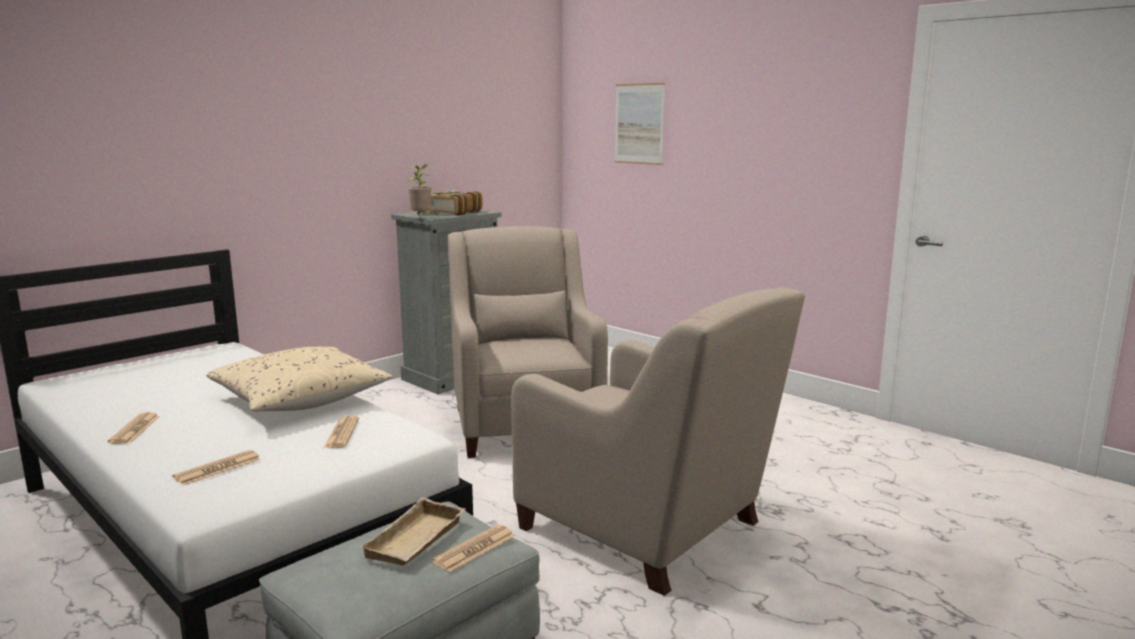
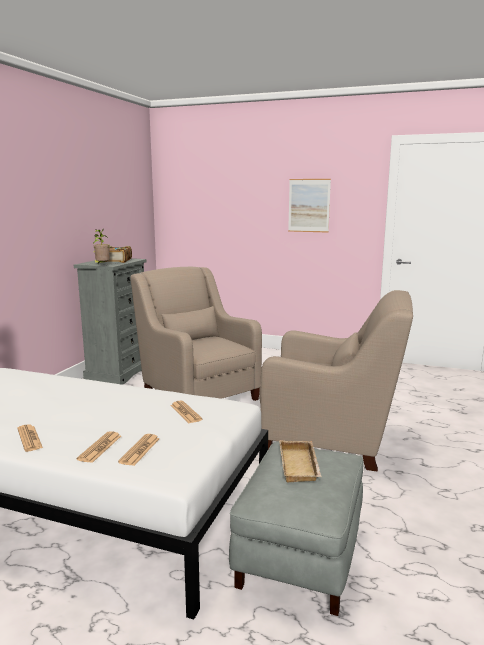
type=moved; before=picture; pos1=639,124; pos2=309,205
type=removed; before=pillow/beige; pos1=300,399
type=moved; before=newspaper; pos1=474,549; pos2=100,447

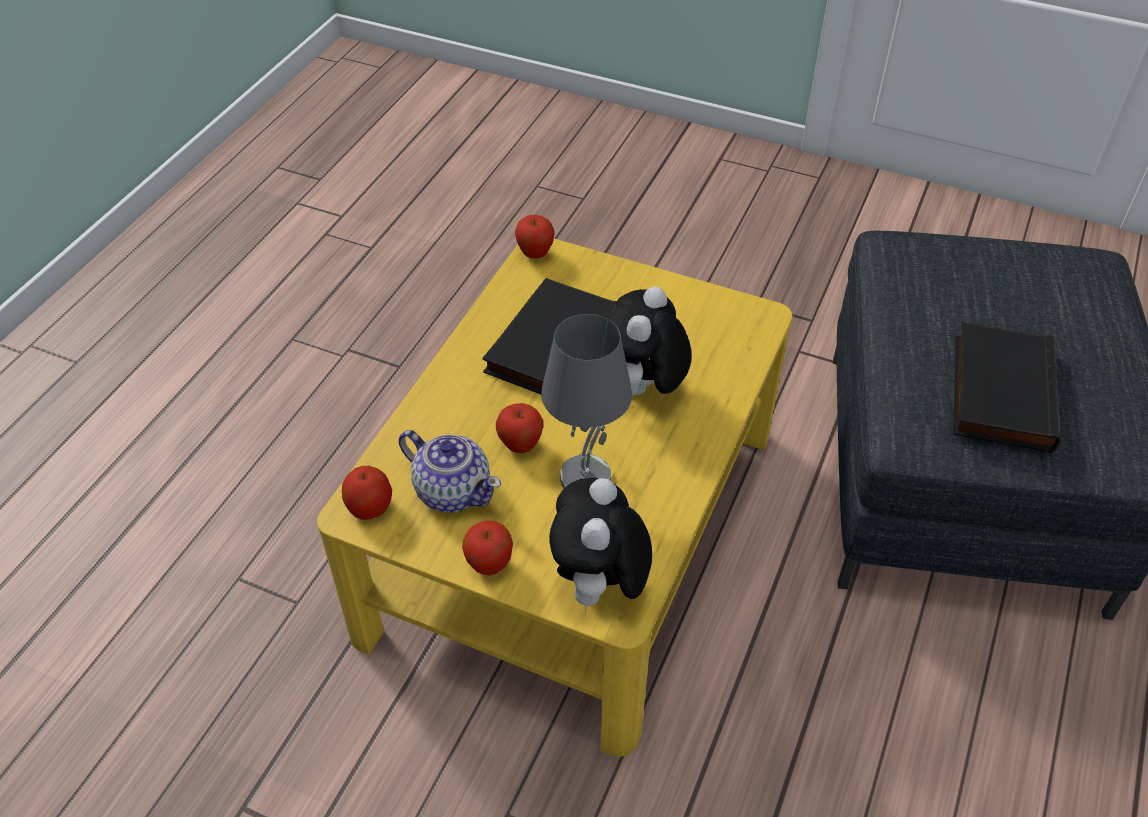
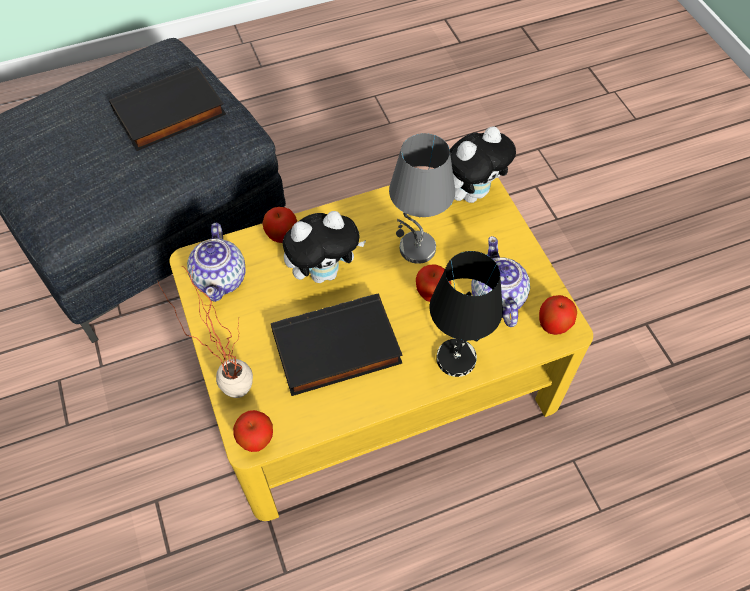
type=moved; before=apple; pos1=489,565; pos2=282,237
type=added; after=teapot; pos2=221,278
type=added; after=table lamp/black; pos2=457,357
type=added; after=potted plant; pos2=230,383

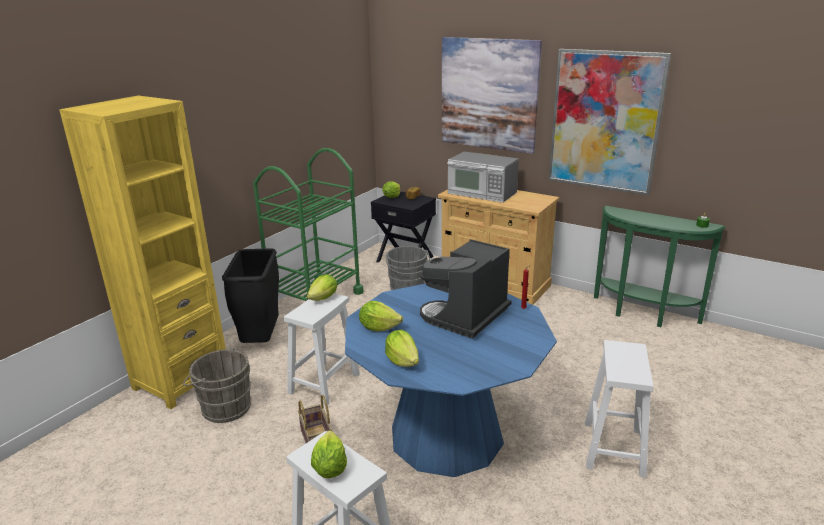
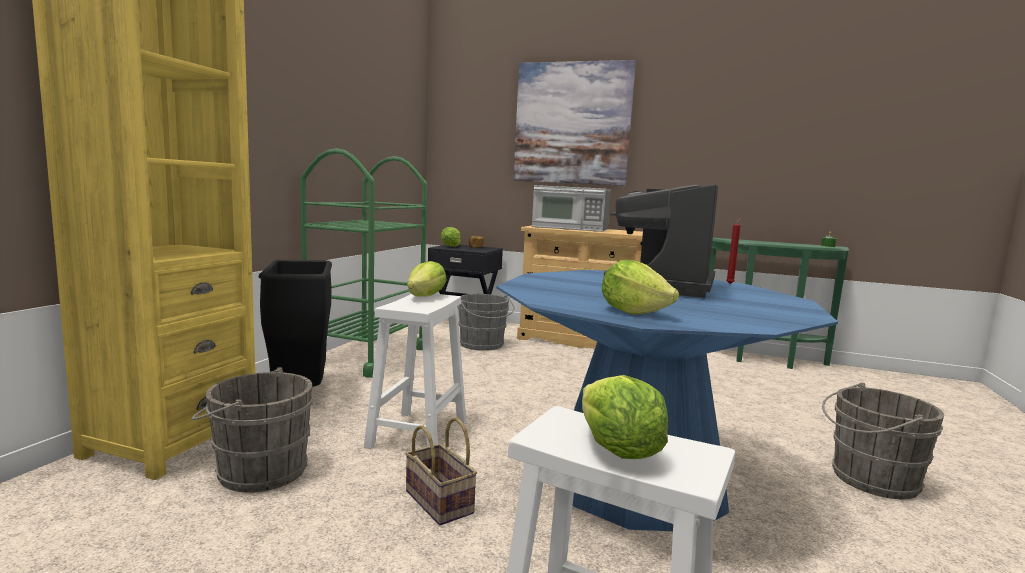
type=removed; before=picture; pos1=605,121
type=removed; before=lettuce; pos1=379,327
type=replaced; before=stool/white; after=bucket/grey; pos1=614,449; pos2=869,479

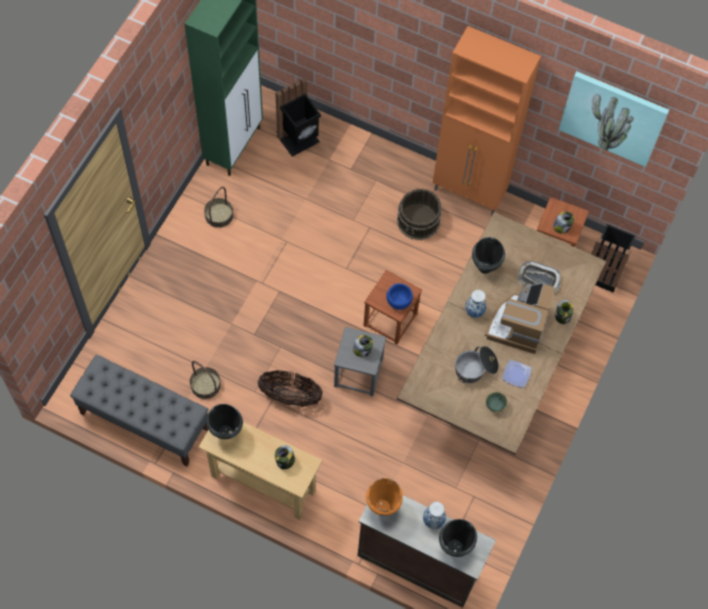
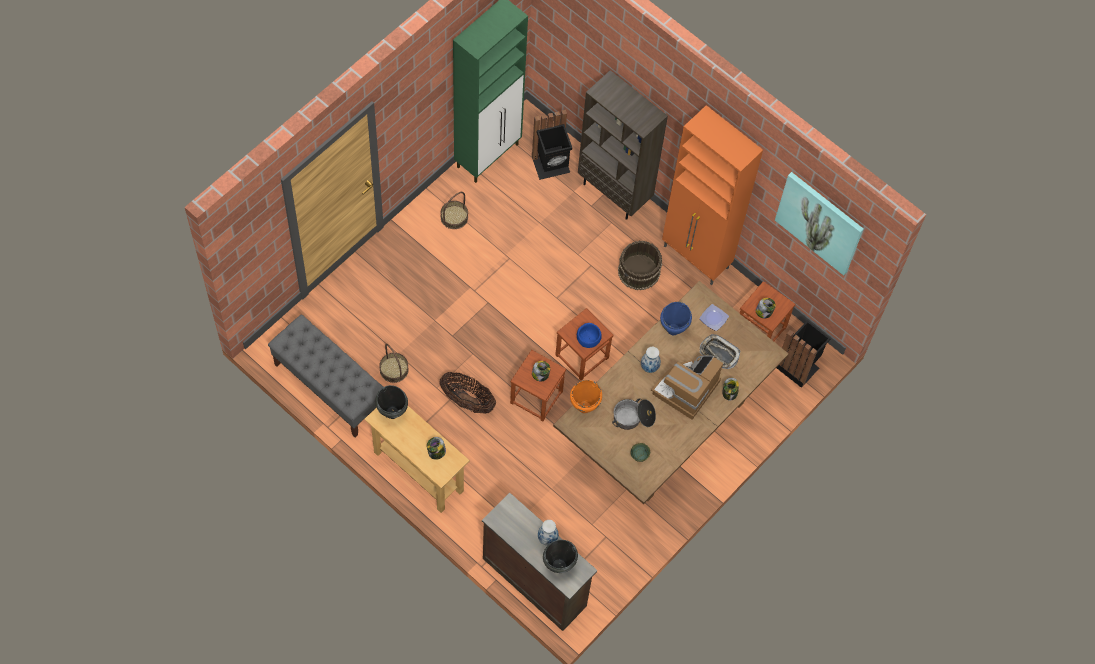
type=recoloured; before=cooking pot/black; after=cooking pot/blue; pos1=485,267; pos2=673,329
type=recoloured; before=stool/grey; after=stool/brown; pos1=358,373; pos2=536,397
type=moved; before=plate; pos1=517,374; pos2=714,318
type=moved; before=cooking pot/orange; pos1=382,507; pos2=584,407
type=added; after=bookcase/brown; pos2=615,193

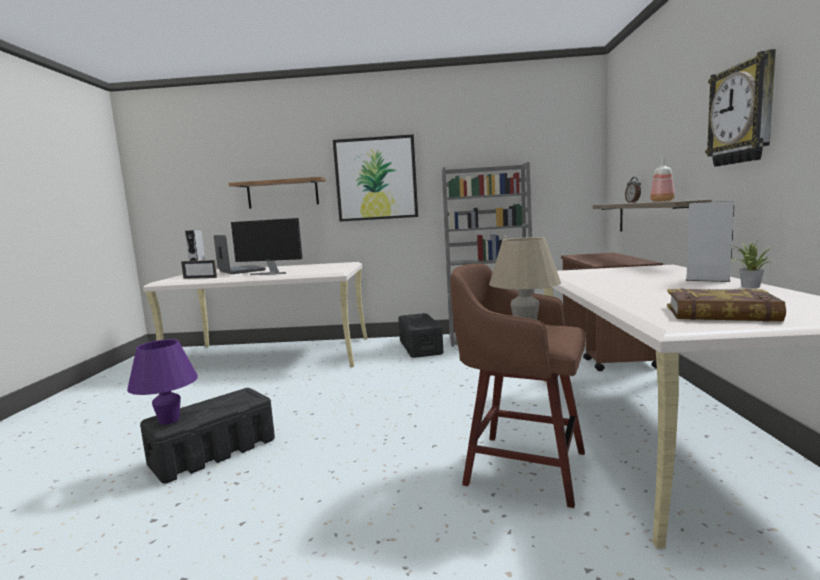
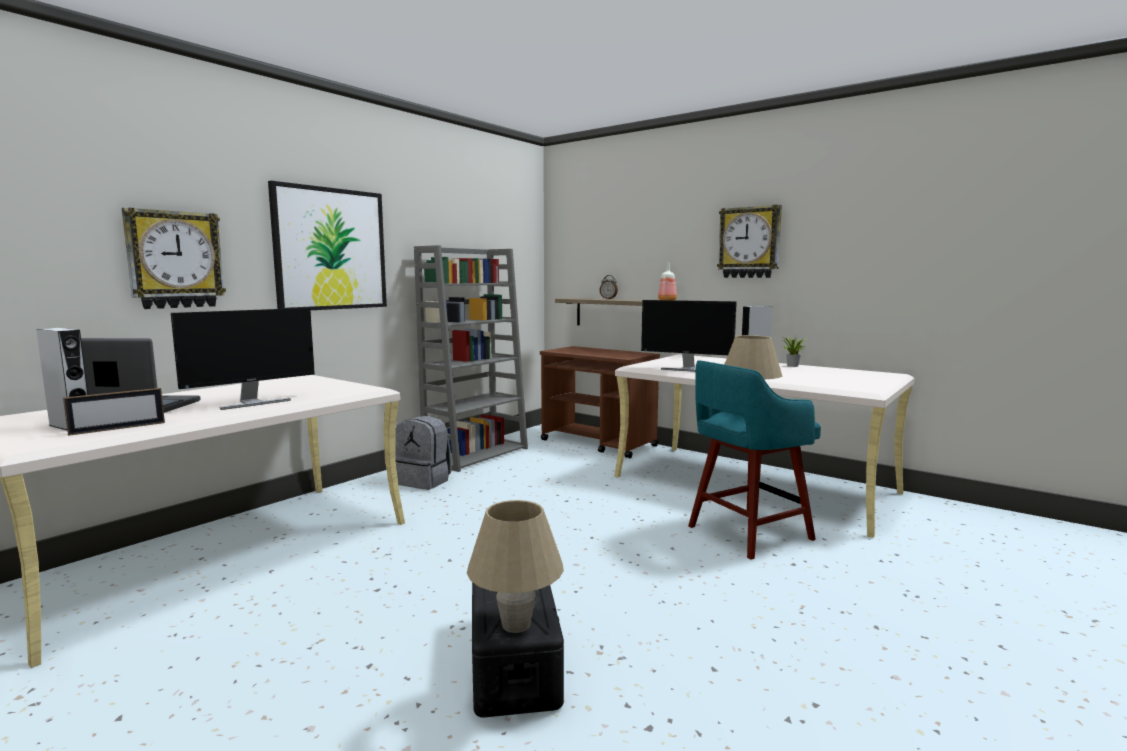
type=replaced; before=shelf; after=wall clock; pos1=282,193; pos2=175,260
type=recoloured; before=stool/brown; after=stool/turquoise; pos1=521,467; pos2=746,533
type=removed; before=book; pos1=720,313
type=replaced; before=storage box/black; after=backpack/grey; pos1=420,347; pos2=424,481
type=recoloured; before=table lamp/purple; after=table lamp/beige; pos1=169,420; pos2=516,624
type=added; after=monitor; pos2=686,369

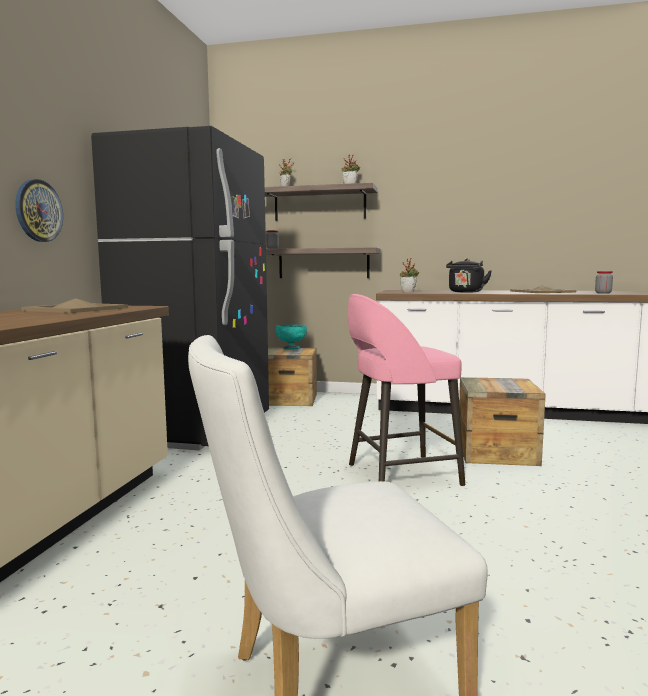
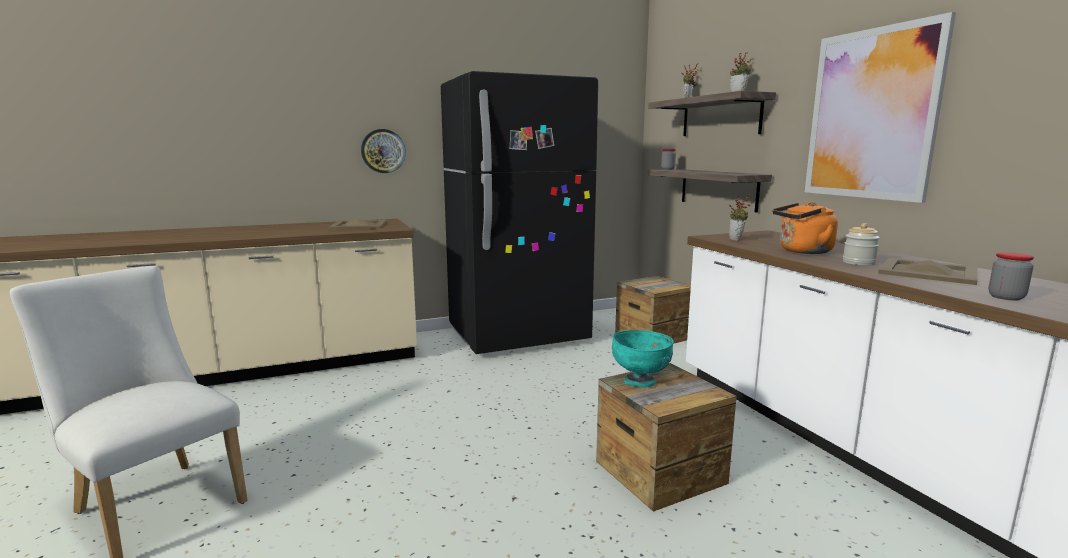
type=recoloured; before=kettle/black; after=kettle/orange; pos1=465,292; pos2=802,251
type=removed; before=stool/pink; pos1=400,475
type=moved; before=bowl/turquoise; pos1=291,349; pos2=640,382
type=added; after=picture; pos2=871,114
type=added; after=jar; pos2=858,263

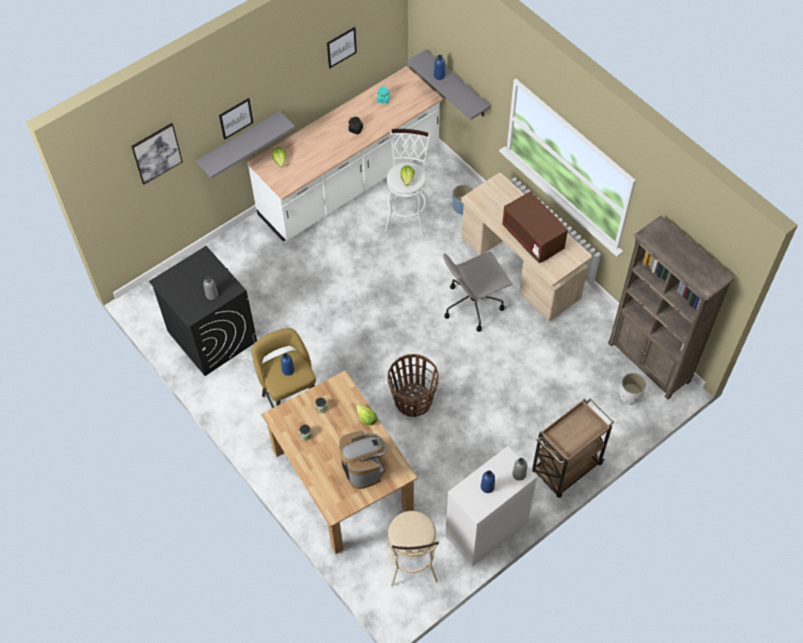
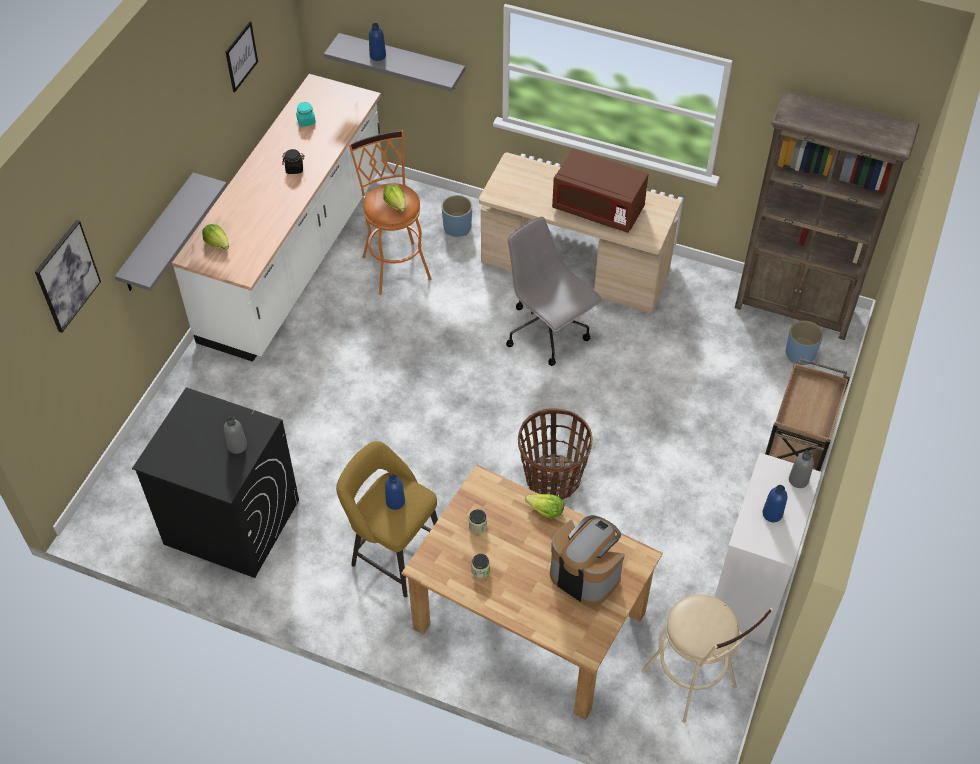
type=removed; before=picture; pos1=236,118
type=recoloured; before=stool/white; after=stool/orange; pos1=407,214; pos2=394,263
type=turned; before=office chair/grey; pos1=473,305; pos2=548,333; turn=105
type=recoloured; before=planter/white; after=planter/blue; pos1=630,395; pos2=800,354

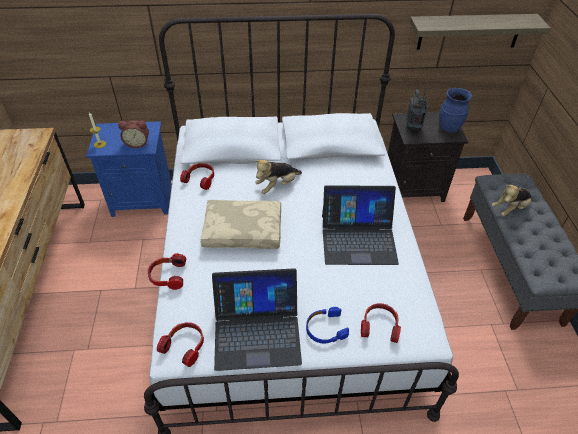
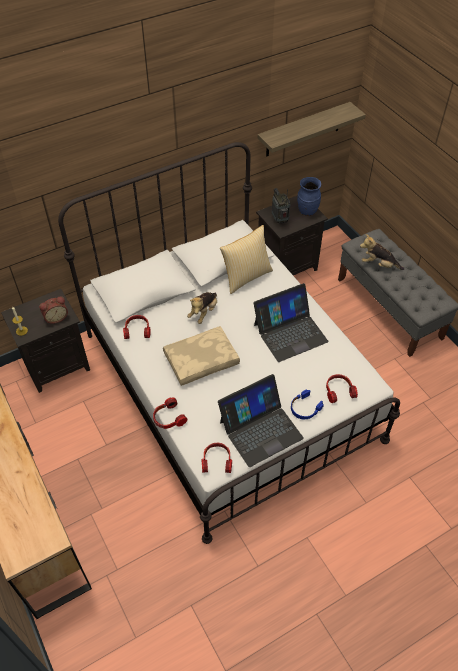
type=recoloured; before=nightstand/blue; after=nightstand/black; pos1=143,199; pos2=57,365
type=turned; before=plush toy; pos1=510,209; pos2=378,264; turn=75
type=added; after=pillow; pos2=246,276

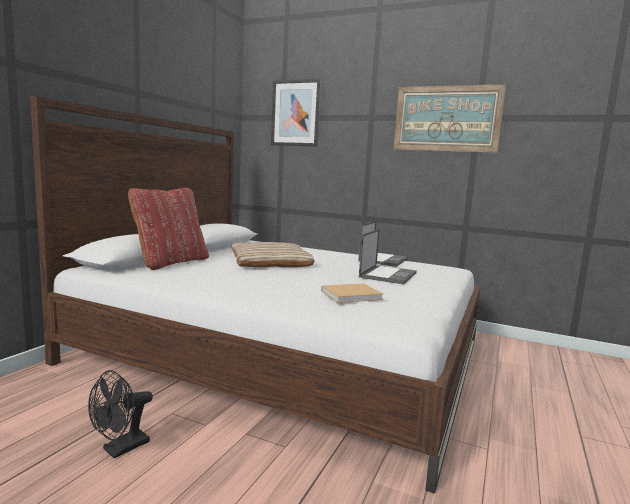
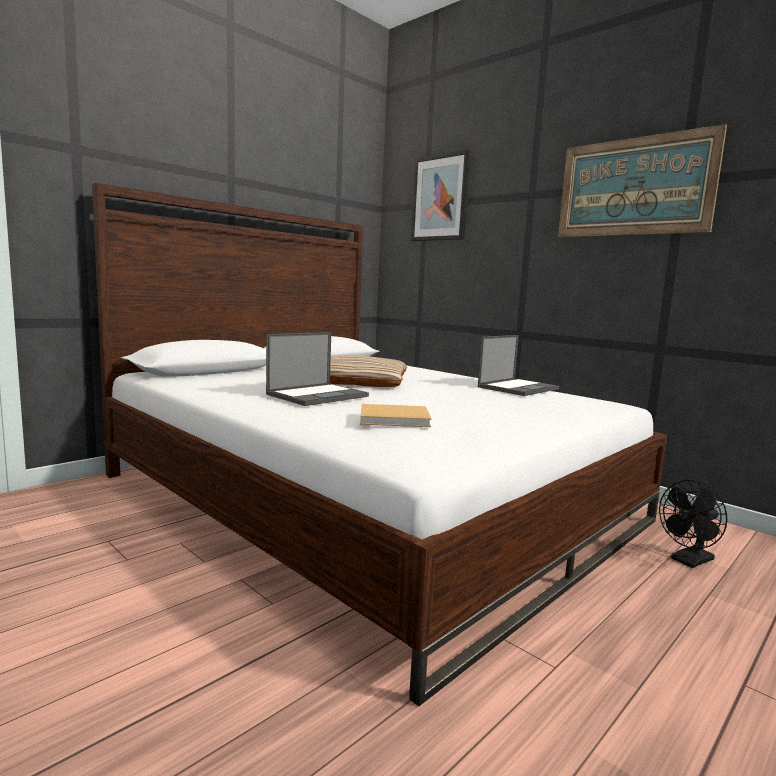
type=removed; before=pillow/red; pos1=171,262
type=moved; before=laptop; pos1=388,275; pos2=318,395
type=moved; before=fan/black; pos1=120,449; pos2=689,561

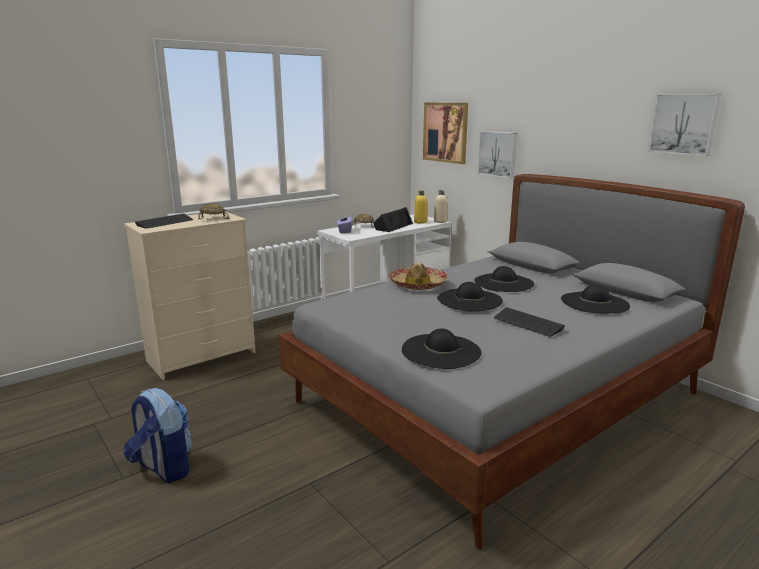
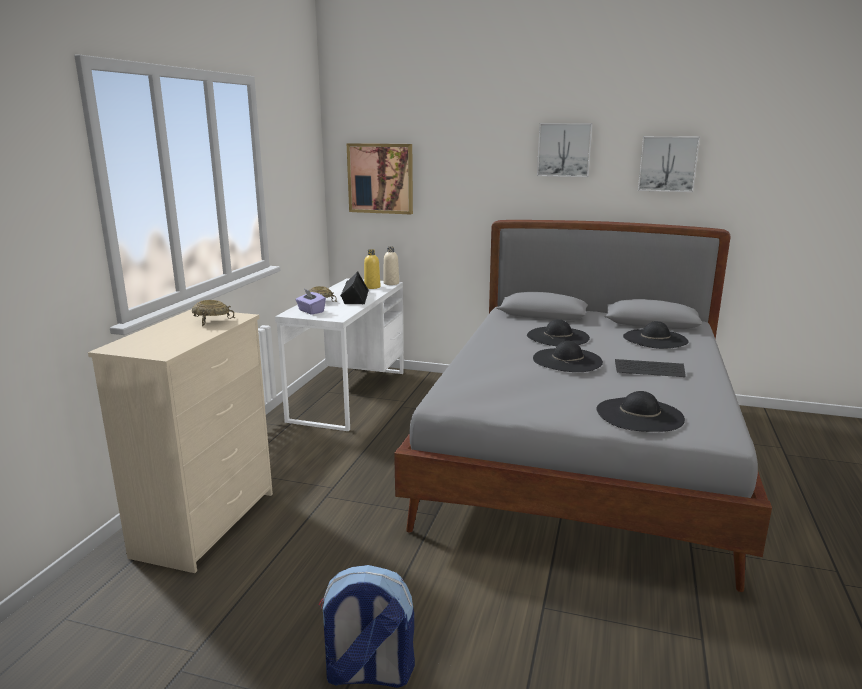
type=moved; before=picture; pos1=498,154; pos2=564,150
type=removed; before=keyboard; pos1=165,222
type=removed; before=hat; pos1=418,284

